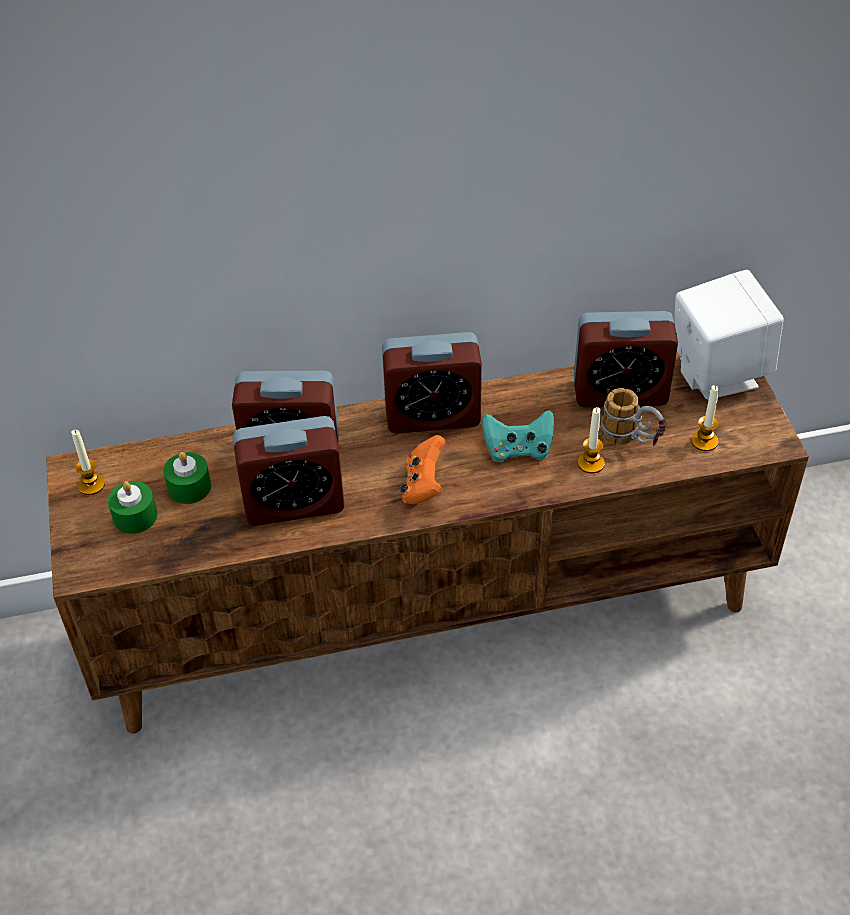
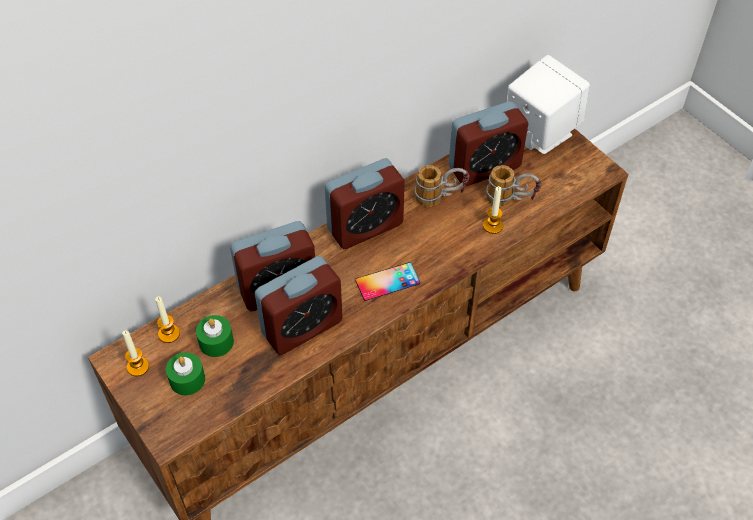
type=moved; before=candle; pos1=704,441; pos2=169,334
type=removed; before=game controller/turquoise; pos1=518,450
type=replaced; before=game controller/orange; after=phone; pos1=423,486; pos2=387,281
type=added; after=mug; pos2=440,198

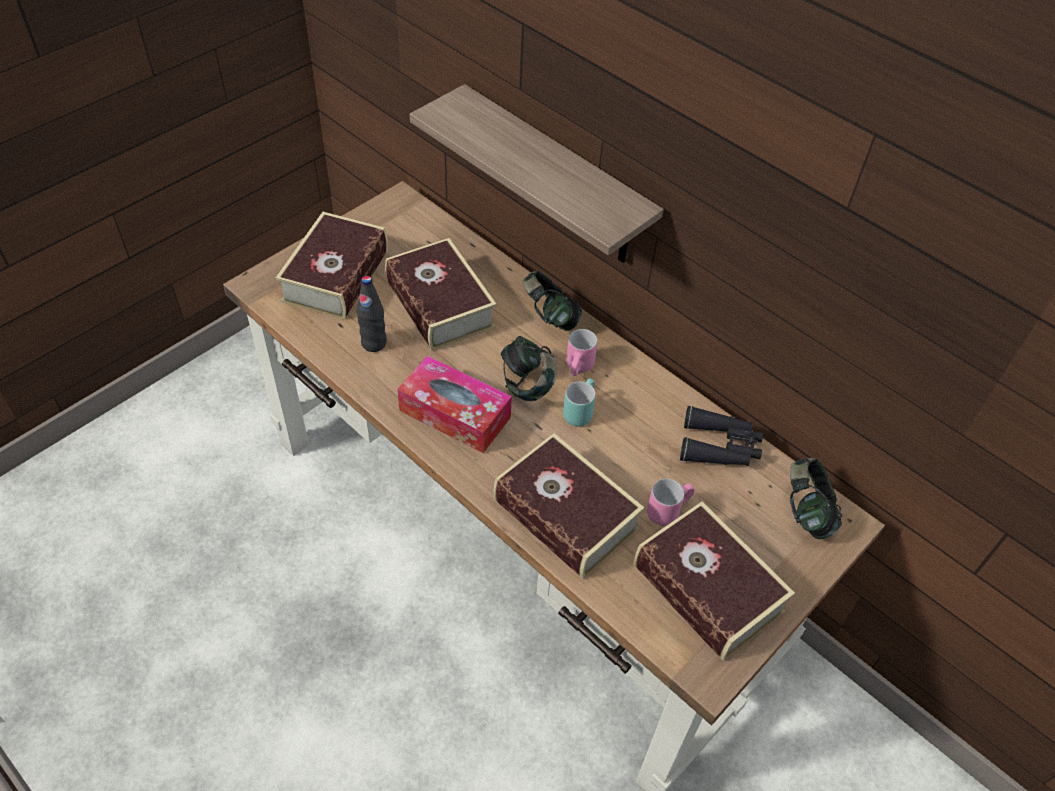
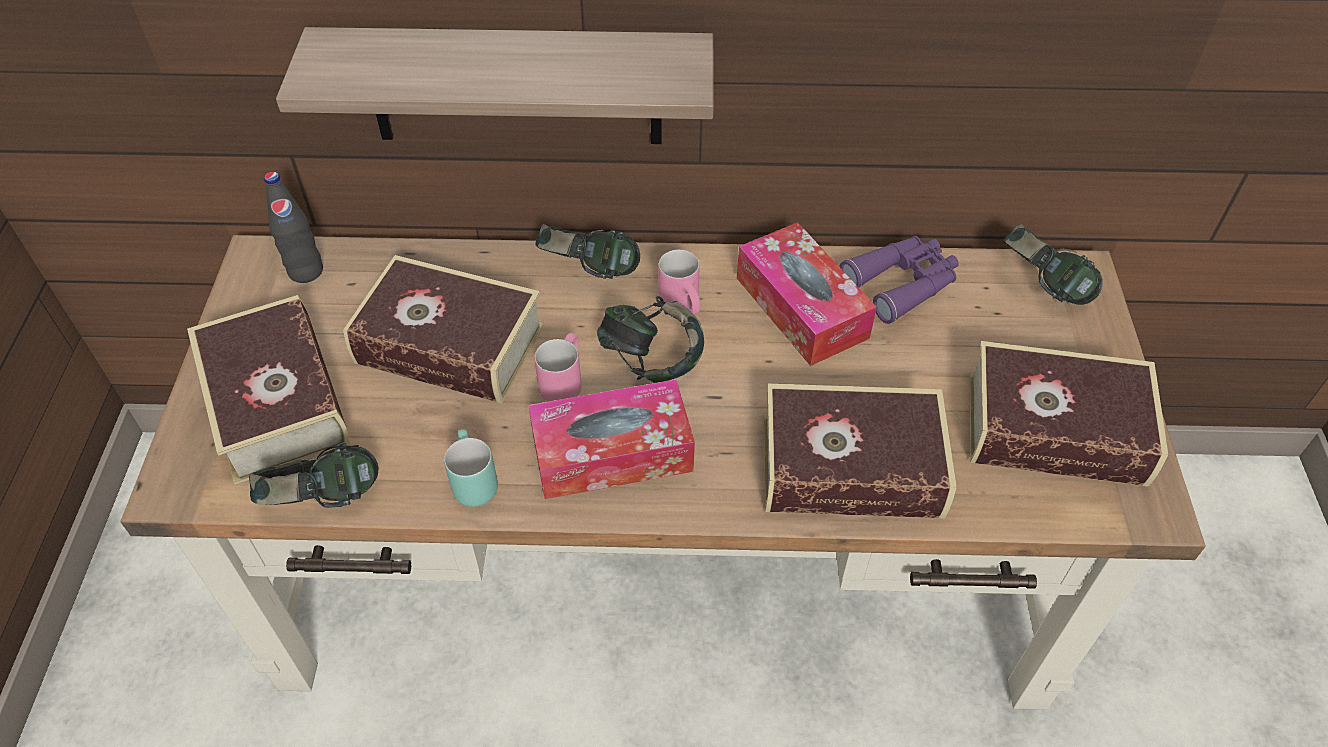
type=moved; before=bottle/black; pos1=374,343; pos2=306,271
type=moved; before=mug/turquoise; pos1=578,410; pos2=470,481
type=recoloured; before=binoculars/black; after=binoculars/purple; pos1=720,446; pos2=902,283
type=moved; before=mug/pink; pos1=667,509; pos2=561,381
type=added; after=tissue box; pos2=801,307
type=added; after=headphones; pos2=324,501

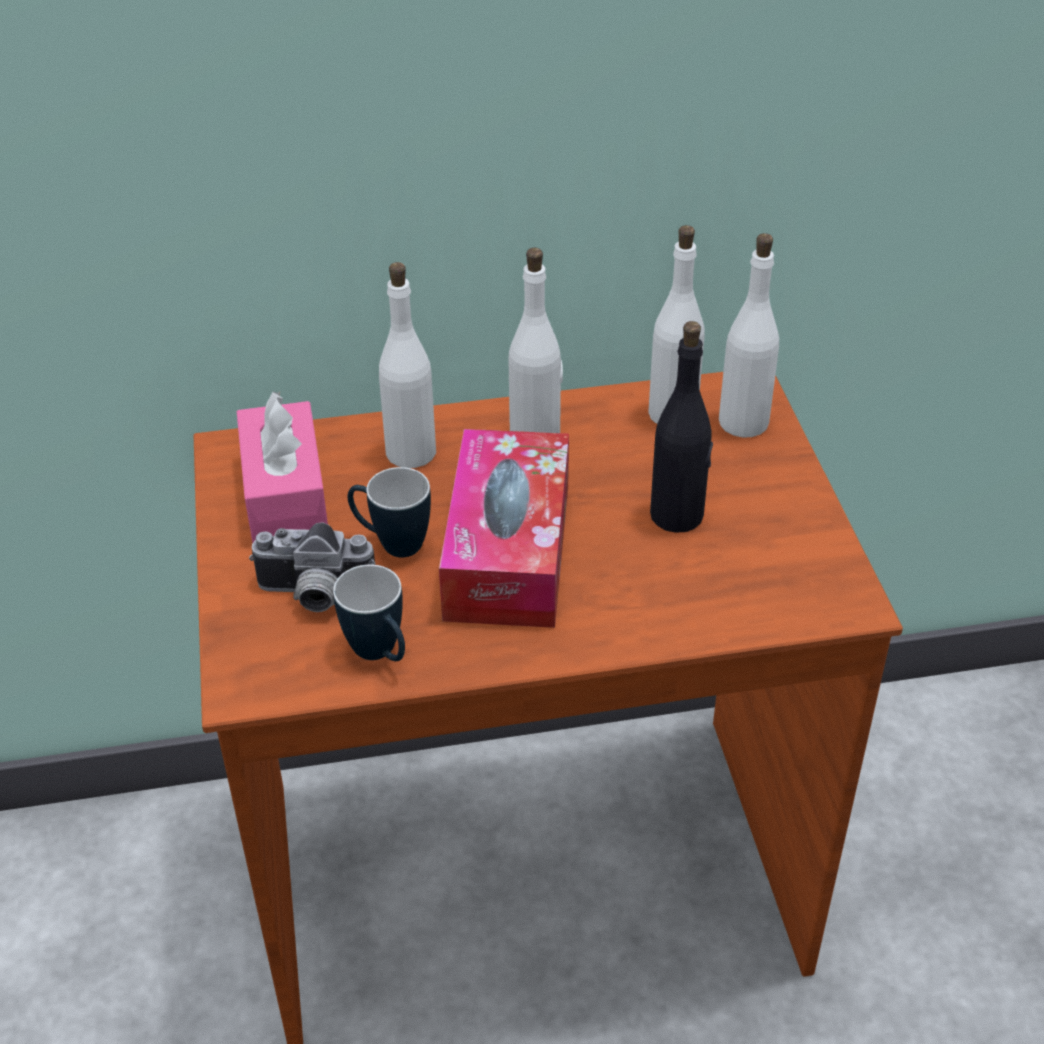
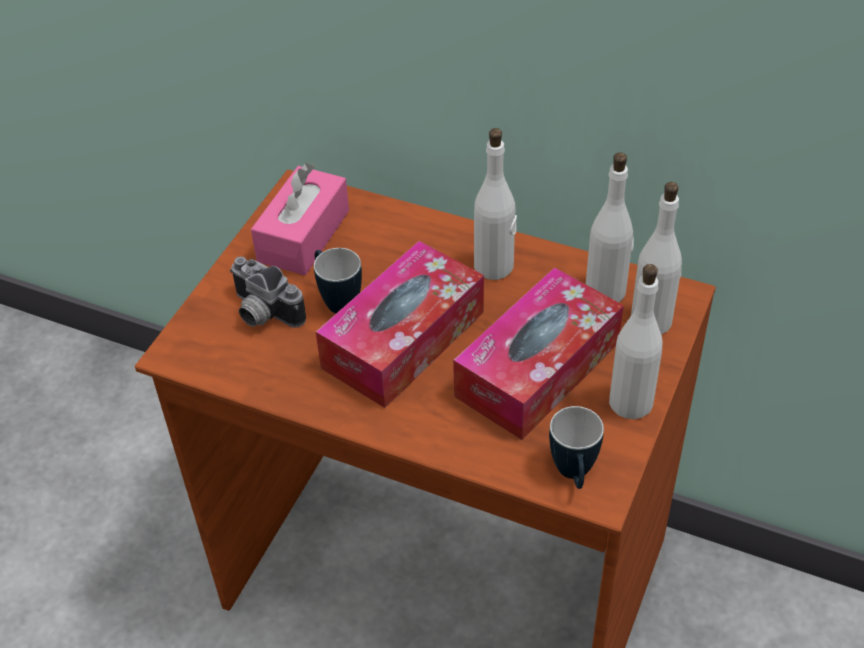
type=moved; before=bottle/white; pos1=410,452; pos2=631,402
type=replaced; before=bottle/black; after=tissue box; pos1=677,515; pos2=537,369
type=moved; before=mug; pos1=381,655; pos2=574,476

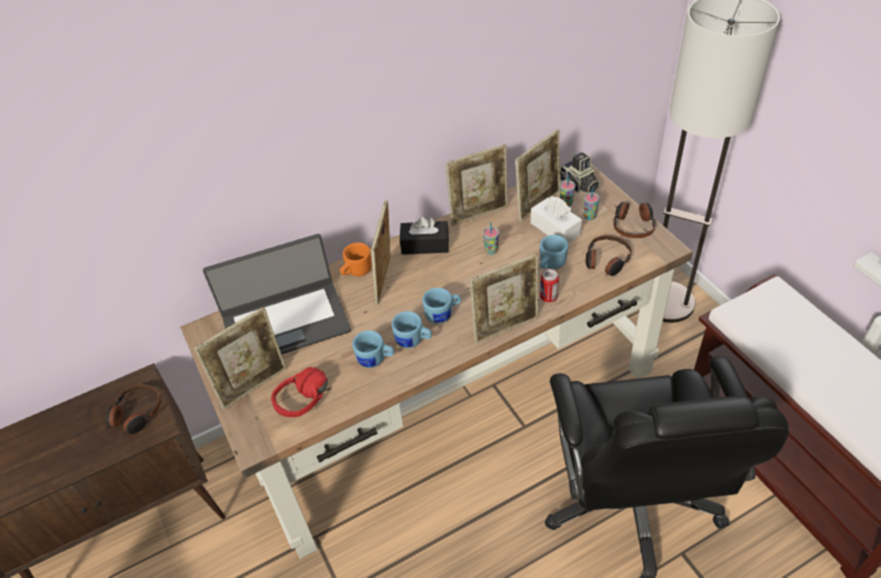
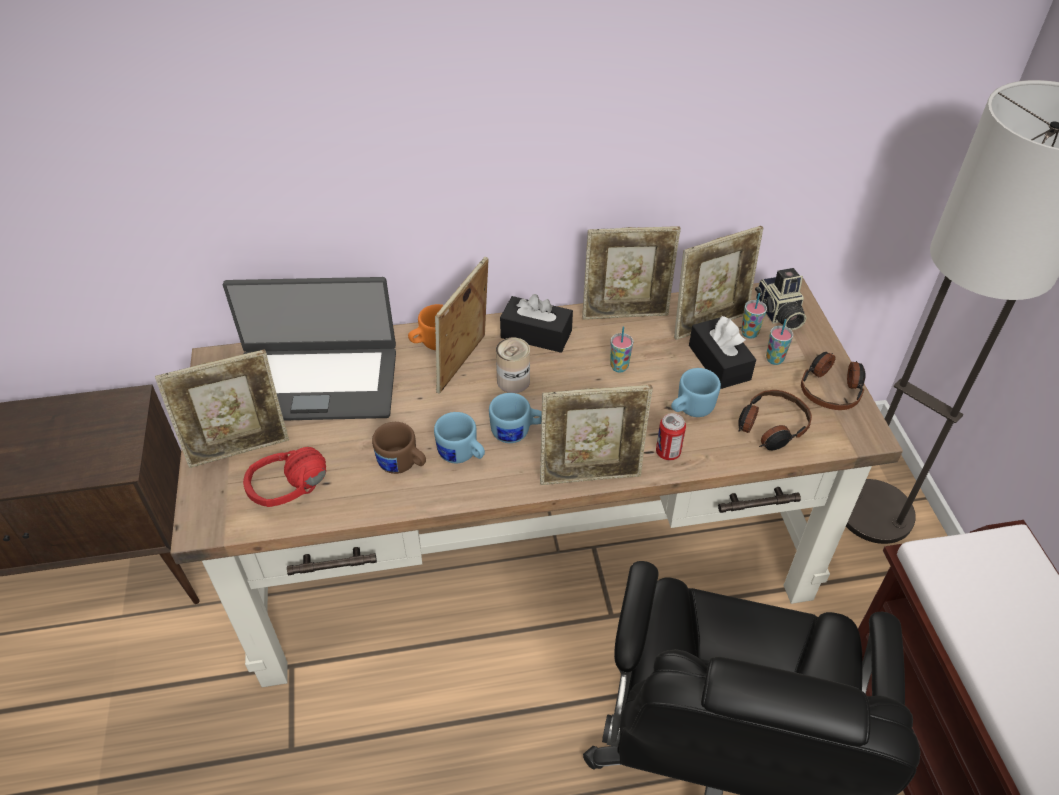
type=recoloured; before=tissue box/white; after=tissue box/black; pos1=555,228; pos2=719,362
type=recoloured; before=mug/blue; after=mug/brown; pos1=375,360; pos2=402,465
type=removed; before=headphones; pos1=136,414
type=added; after=can; pos2=513,381

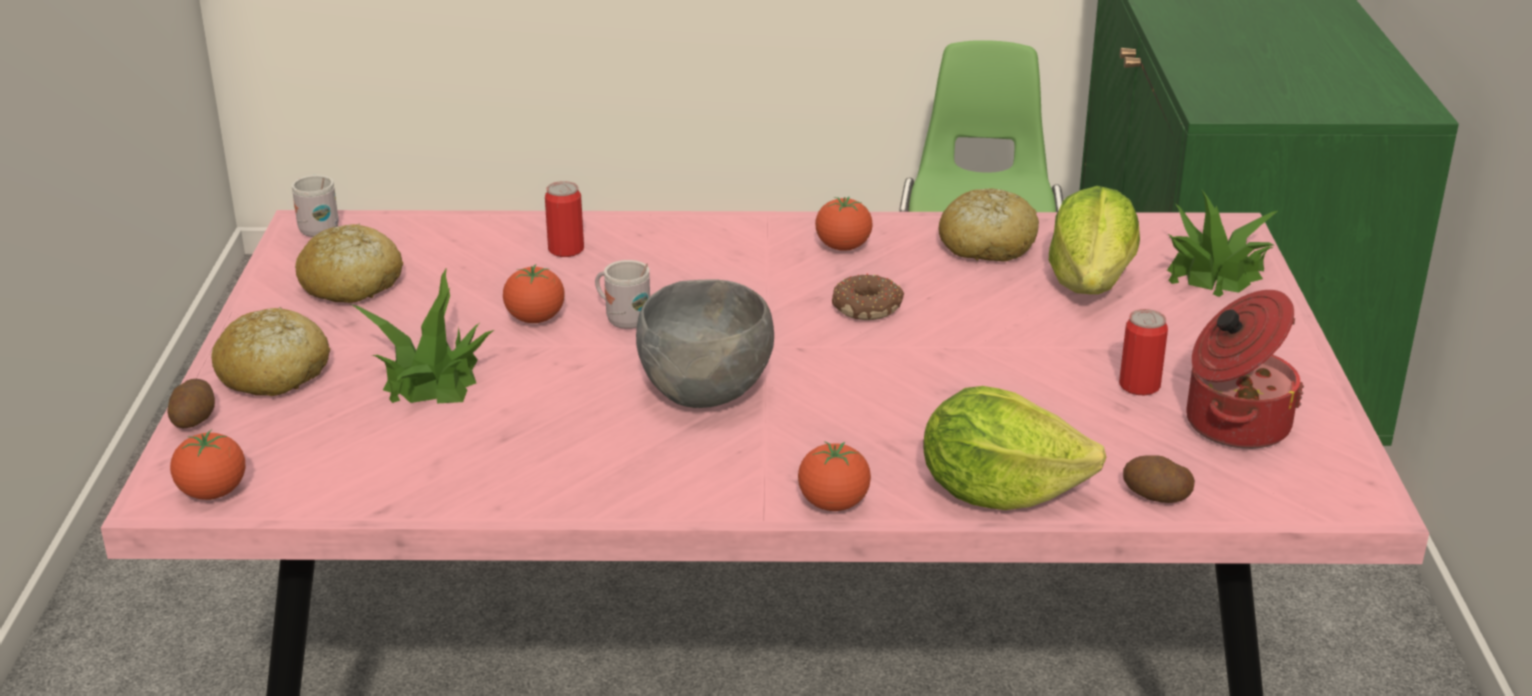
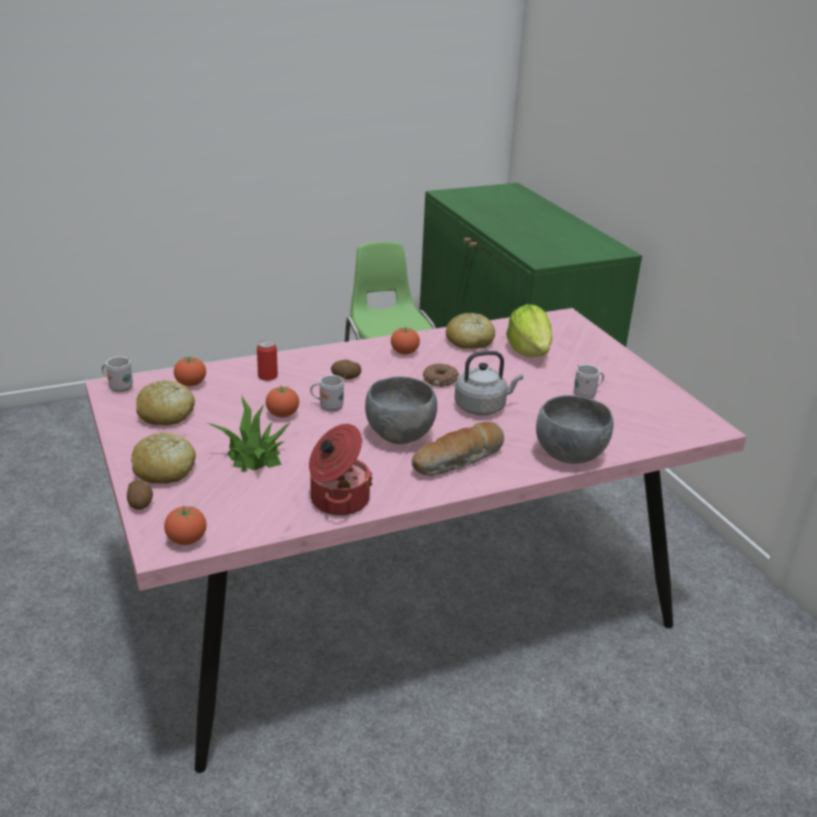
type=removed; before=potted plant; pos1=1214,272
type=moved; before=cooking pot; pos1=1234,423; pos2=338,500
type=replaced; before=can; after=mug/white; pos1=1139,386; pos2=587,395
type=replaced; before=lettuce; after=bowl/grey; pos1=998,492; pos2=569,455
type=moved; before=tomato; pos1=833,504; pos2=191,384
type=moved; before=potato; pos1=1155,496; pos2=346,377
type=added; after=kettle/grey; pos2=482,407
type=added; after=bread; pos2=459,461

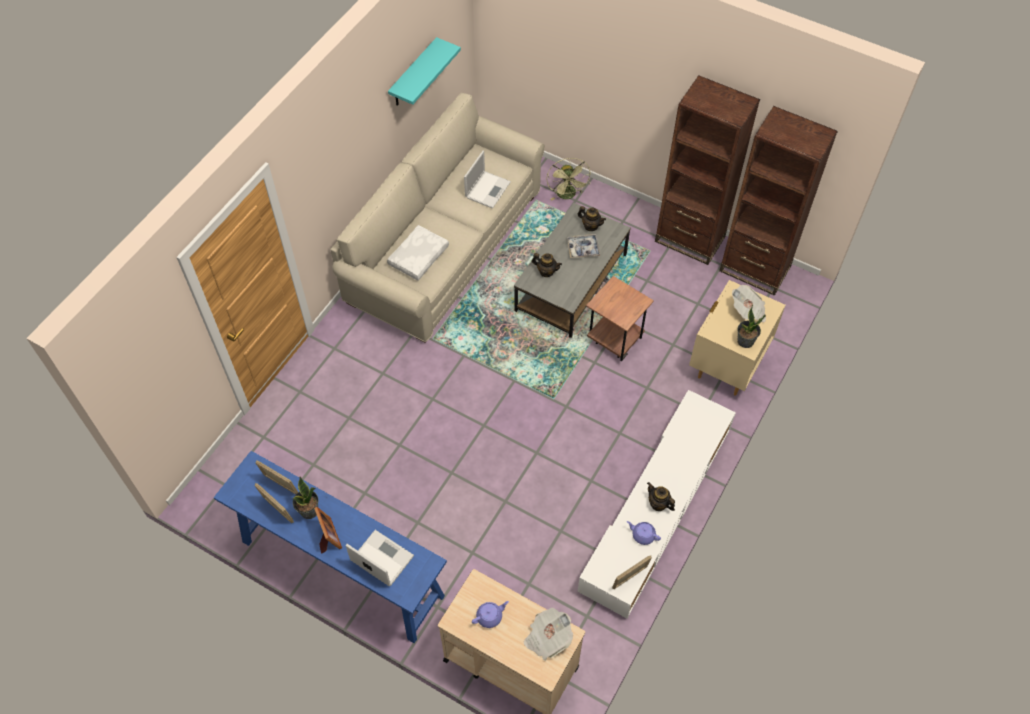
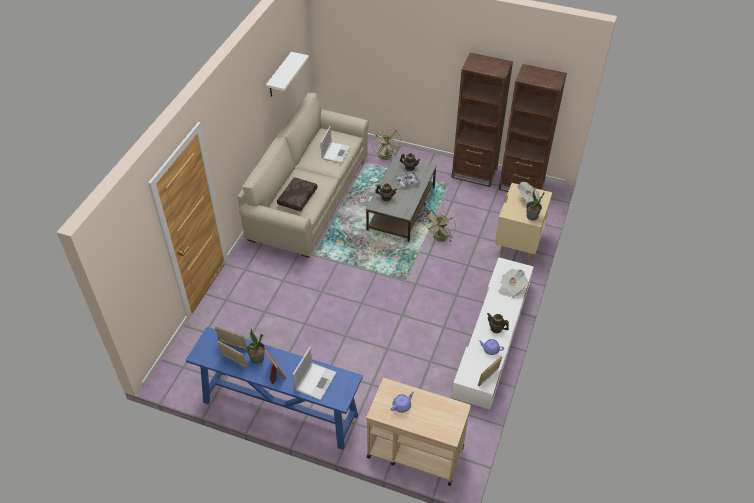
type=recoloured; before=shelf/turquoise; after=shelf/white; pos1=413,74; pos2=279,75
type=recoloured; before=pillow/white; after=pillow/brown; pos1=418,256; pos2=297,197
type=replaced; before=side table/brown; after=fan/green; pos1=615,340; pos2=439,239
type=turned; before=laptop; pos1=381,558; pos2=315,380; turn=90
type=moved; before=newspaper; pos1=547,638; pos2=511,288

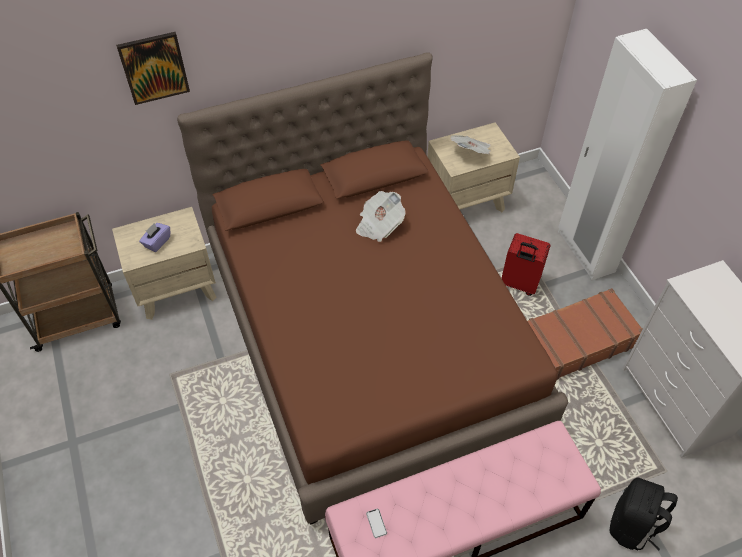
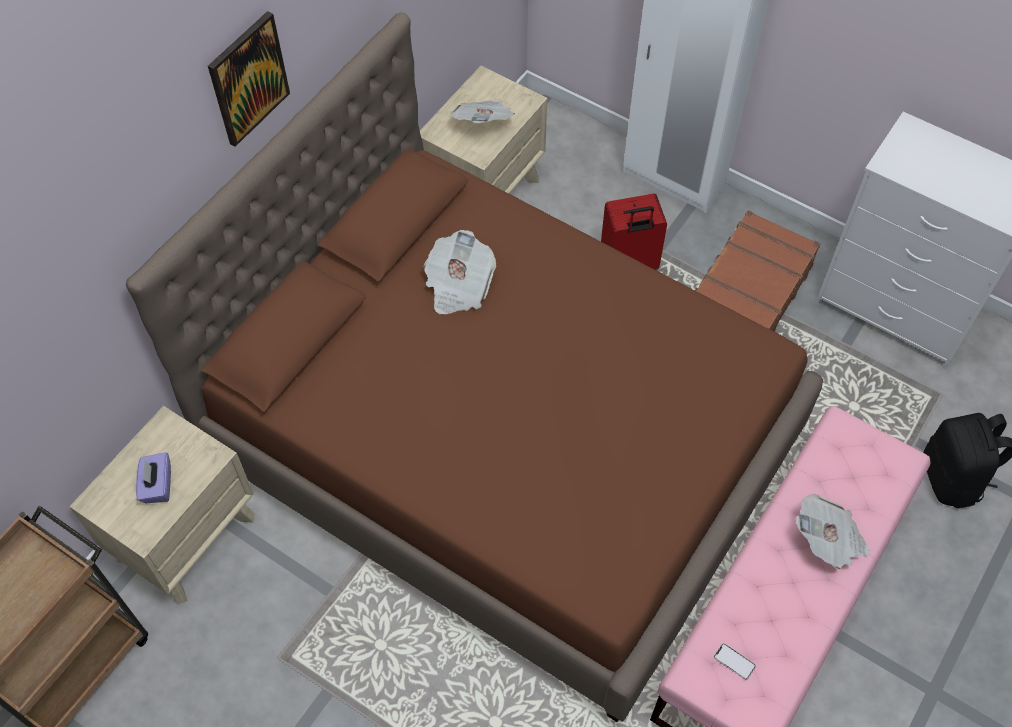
type=moved; before=picture; pos1=154,67; pos2=248,78
type=added; after=newspaper; pos2=828,541

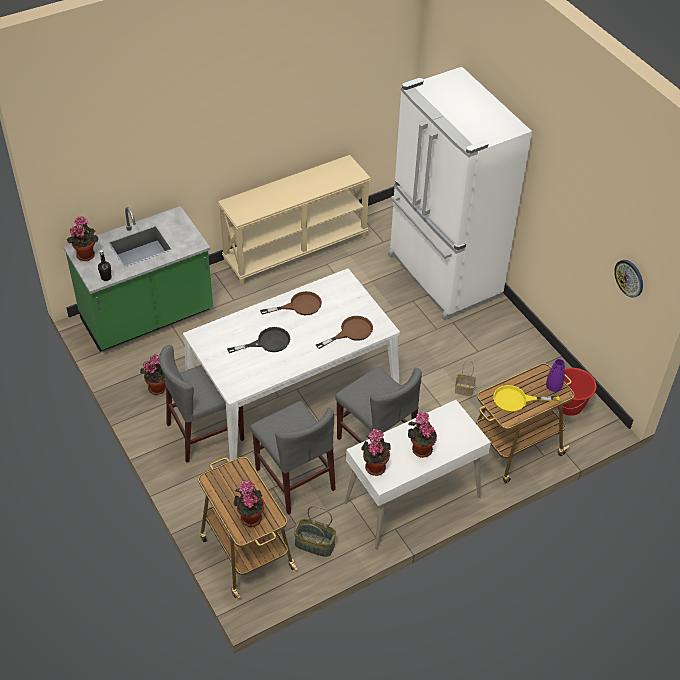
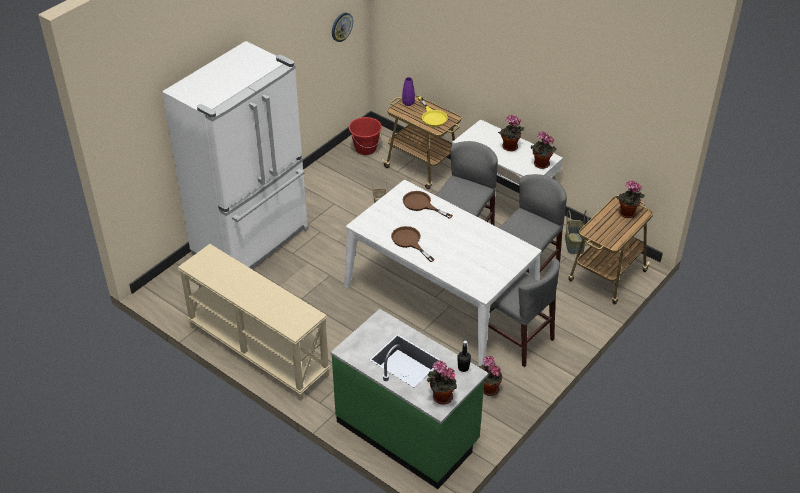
type=removed; before=frying pan/black; pos1=267,342

